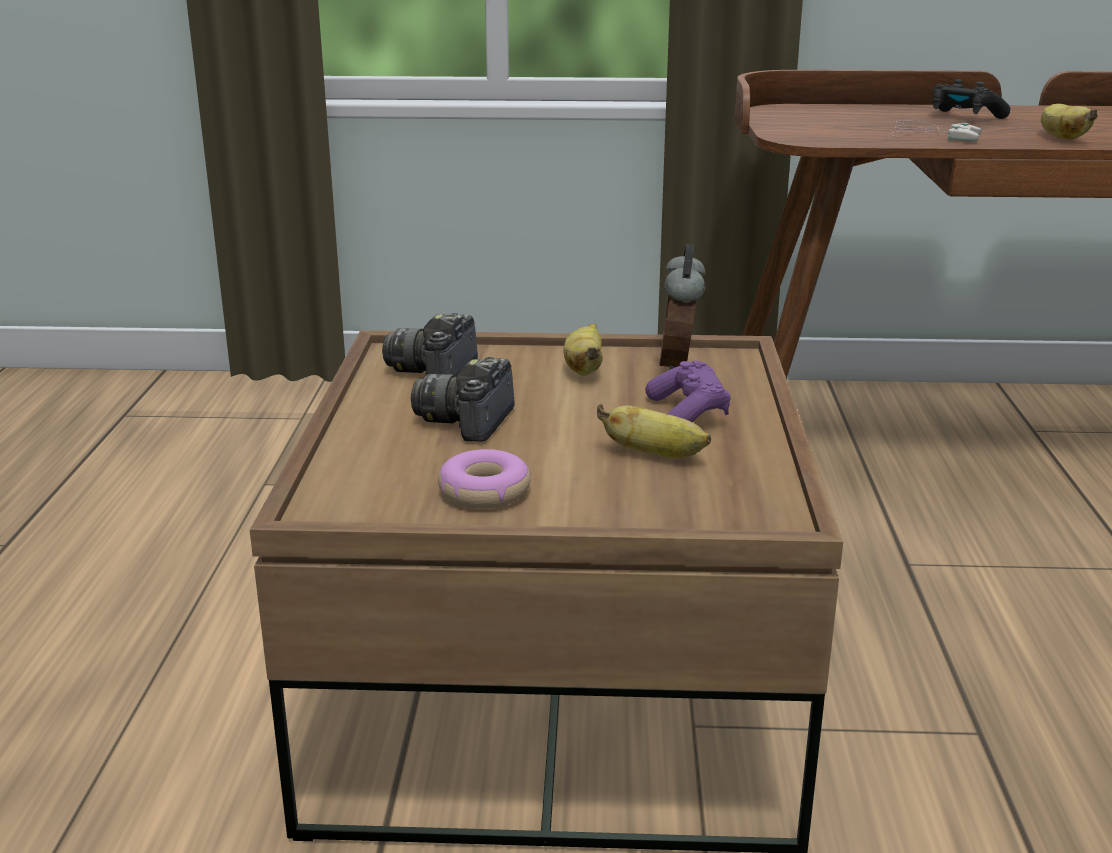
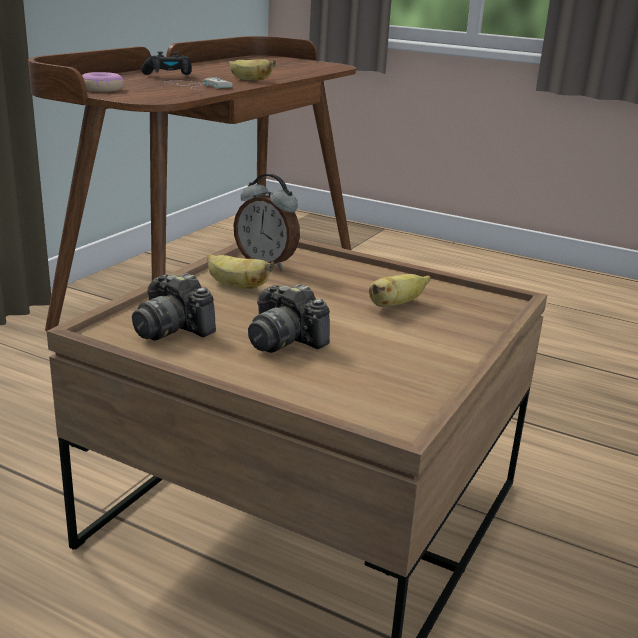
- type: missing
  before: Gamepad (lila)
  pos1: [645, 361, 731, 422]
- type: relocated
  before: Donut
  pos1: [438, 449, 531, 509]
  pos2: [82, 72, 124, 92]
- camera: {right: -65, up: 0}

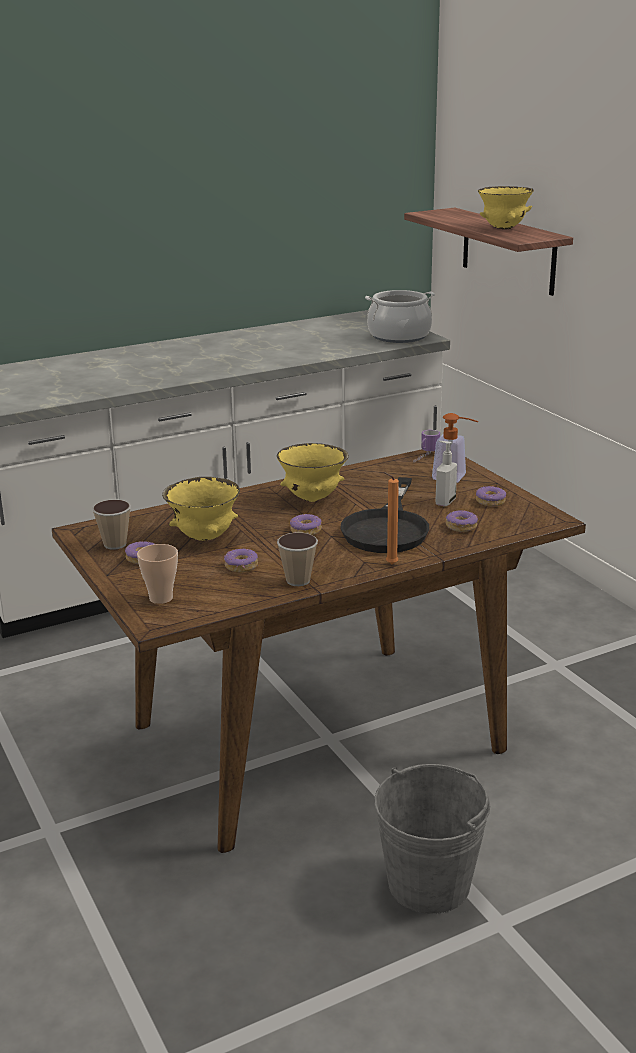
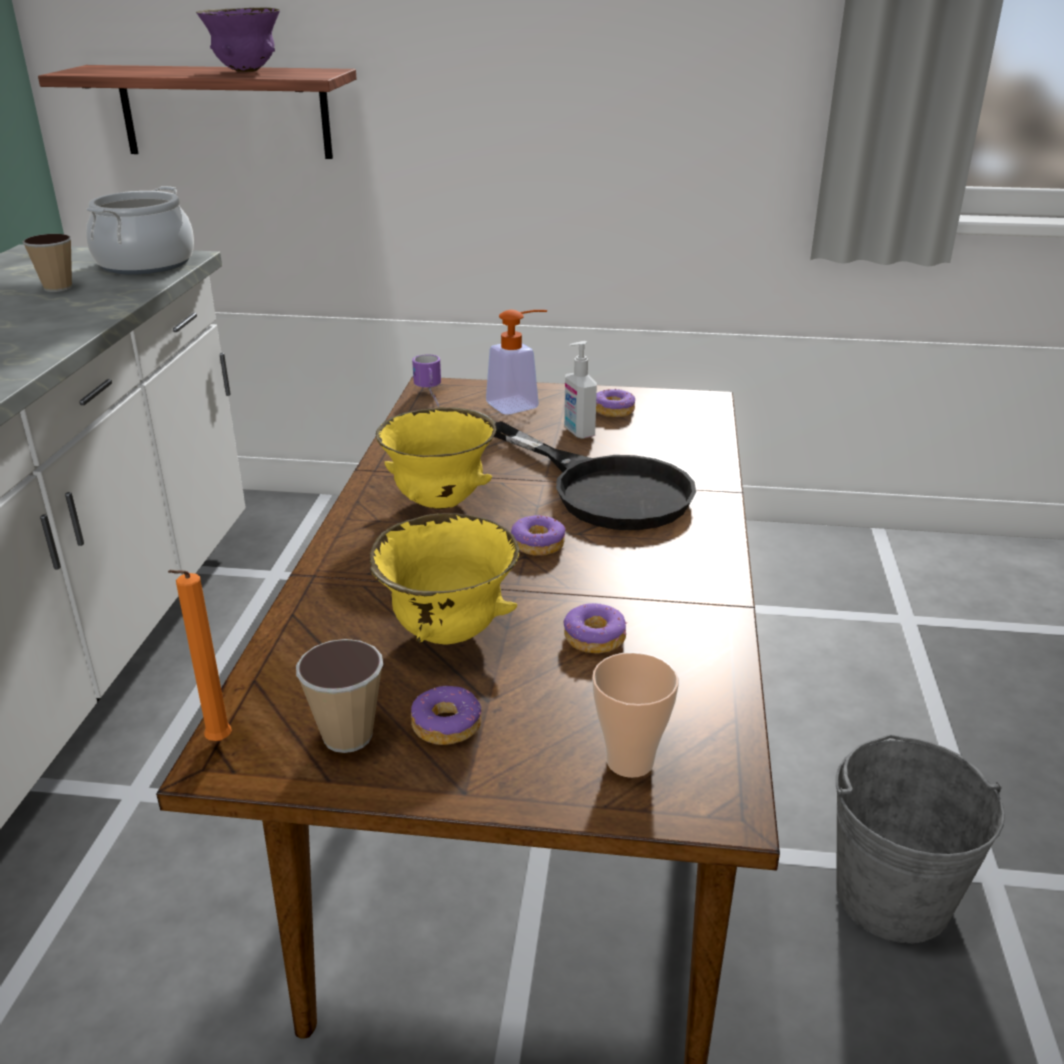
- type: colour
  before: Schüssel (gelb)
  after: Schüssel (lila)
  pos1: [478, 186, 534, 230]
  pos2: [196, 7, 280, 72]
- type: relocated
  before: Kerze (orange)
  pos1: [383, 472, 399, 564]
  pos2: [168, 570, 232, 741]
- type: missing
  before: Donut
  pos1: [446, 510, 478, 532]
- type: relocated
  before: Tasse
  pos1: [277, 532, 318, 586]
  pos2: [23, 234, 72, 292]
- camera: {right: -55, up: 5}

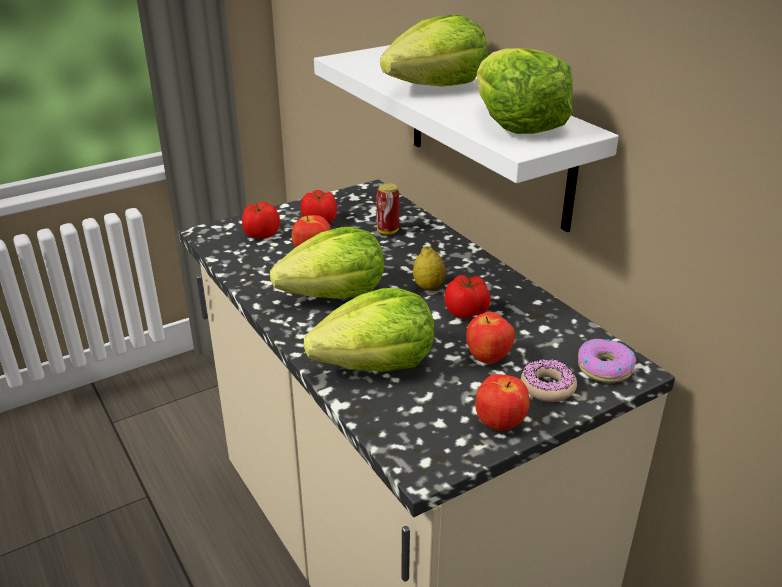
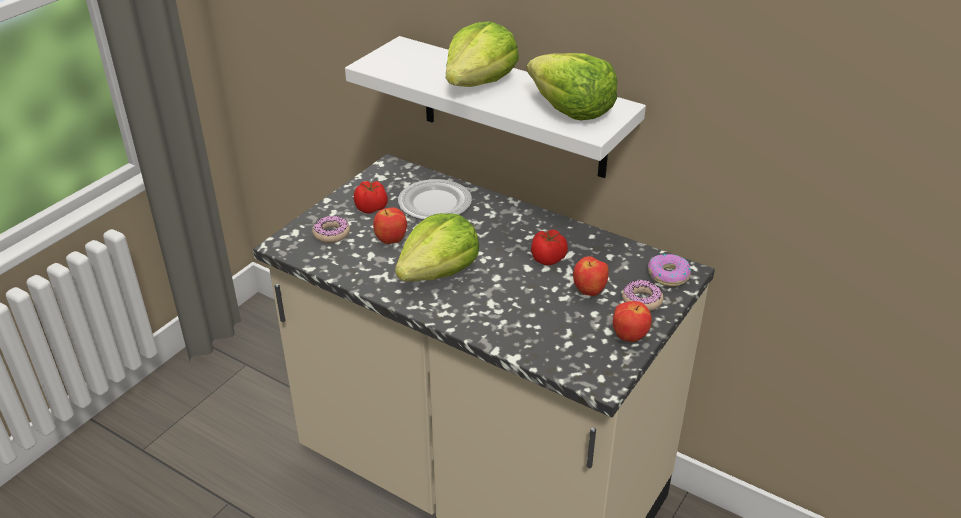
- type: exchanged
  before: Dose
  after: Teller
  pos1: [376, 183, 399, 235]
  pos2: [398, 179, 472, 220]
- type: exchanged
  before: Tomate
  after: Donut
  pos1: [242, 202, 280, 239]
  pos2: [312, 216, 350, 243]
- type: missing
  before: Zitrone
  pos1: [413, 246, 446, 291]
- type: missing
  before: Salatkopf
  pos1: [304, 288, 434, 372]
- camera: {right: -25, up: 5}

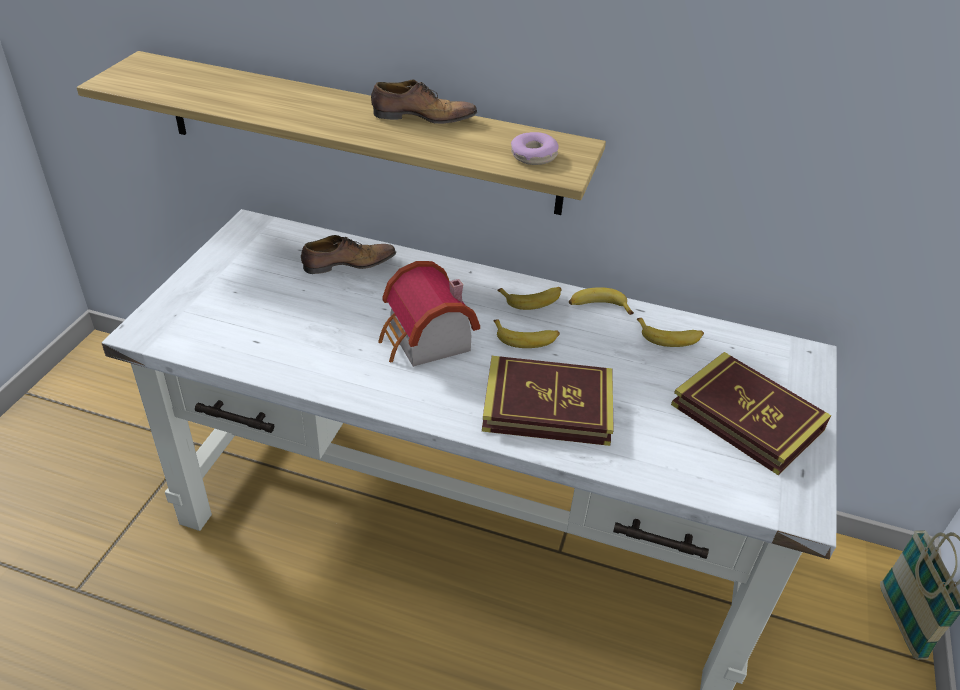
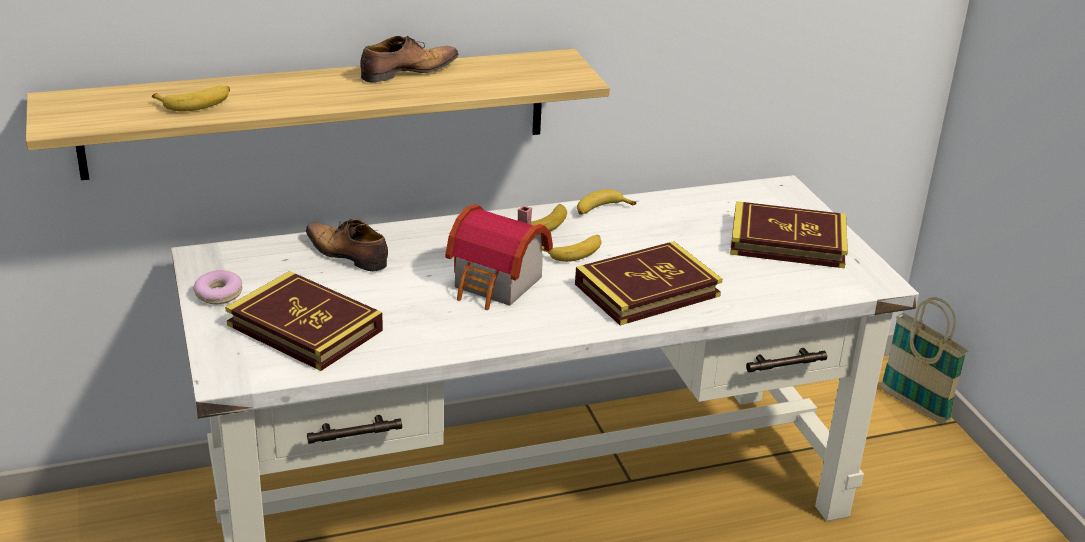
- type: relocated
  before: Donut
  pos1: [511, 132, 558, 165]
  pos2: [193, 270, 243, 304]
- type: spun
  before: Schuh
  pos1: [301, 235, 396, 274]
  pos2: [306, 219, 388, 272]
  turn: -90
- type: relocated
  before: Banane
  pos1: [637, 318, 704, 347]
  pos2: [152, 86, 230, 111]
- type: appeared
  after: Buch
  pos2: [225, 271, 383, 371]
- camera: {right: -35, up: -10}

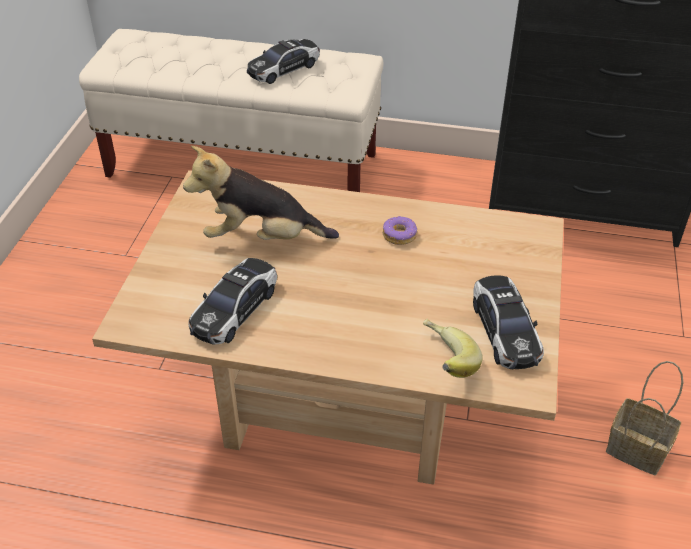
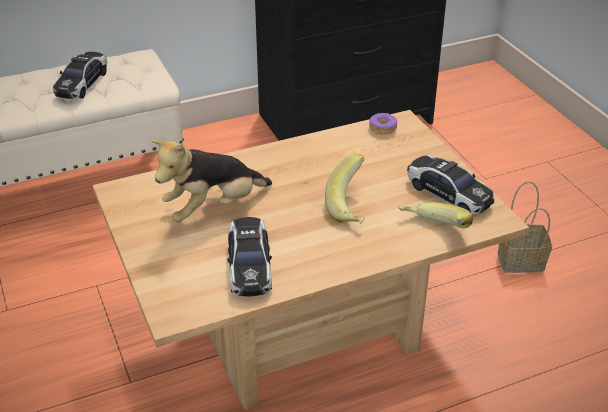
- type: relocated
  before: Donut
  pos1: [383, 216, 417, 245]
  pos2: [369, 113, 398, 134]
- type: appeared
  after: Banane
  pos2: [325, 154, 365, 224]
- camera: {right: -35, up: -5}

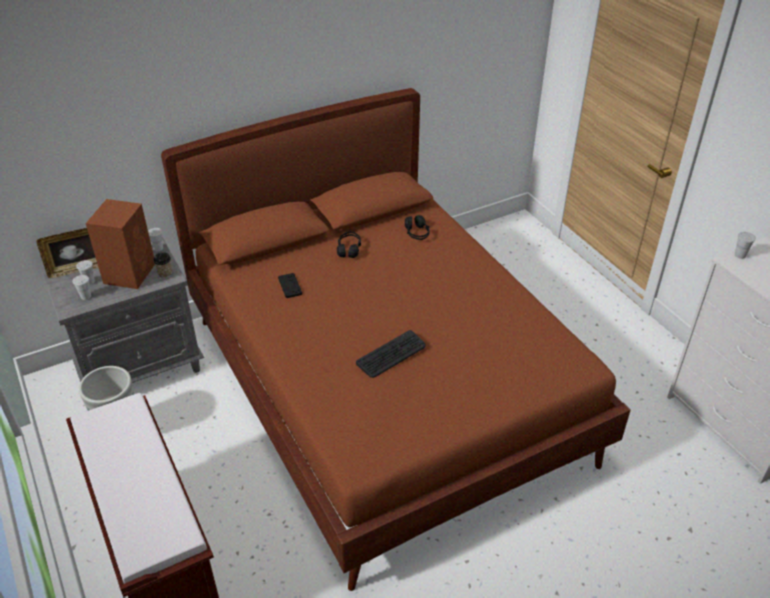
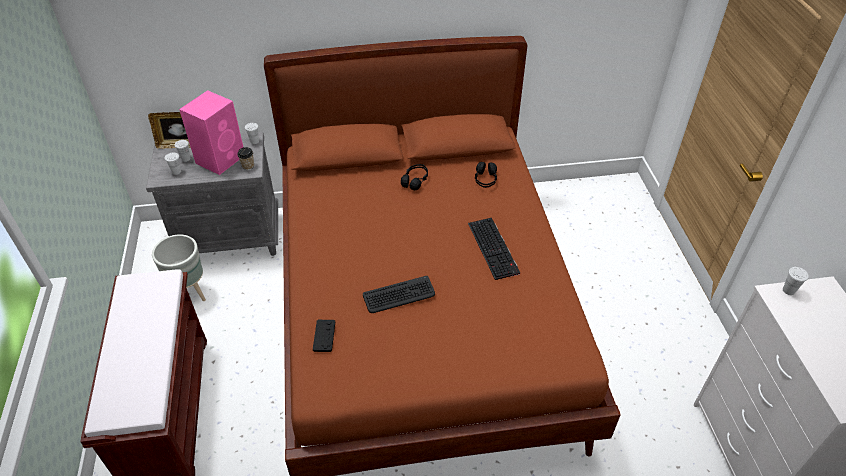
- type: colour
  before: Lautsprecher (braun)
  after: Lautsprecher (rosa)
  pos1: [86, 199, 155, 289]
  pos2: [179, 90, 243, 175]
- type: relocated
  before: Gamepad (schwarz)
  pos1: [278, 273, 302, 298]
  pos2: [313, 320, 335, 352]
- type: appeared
  after: Tastatur
  pos2: [468, 218, 520, 280]
- camera: {right: 20, up: 5}

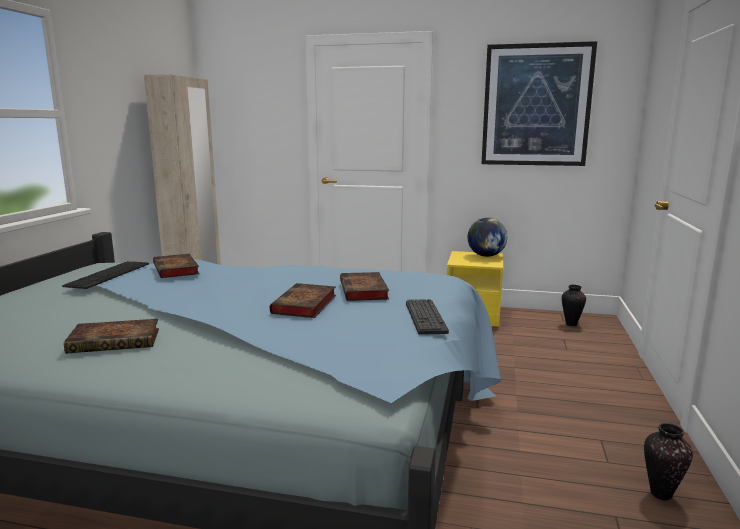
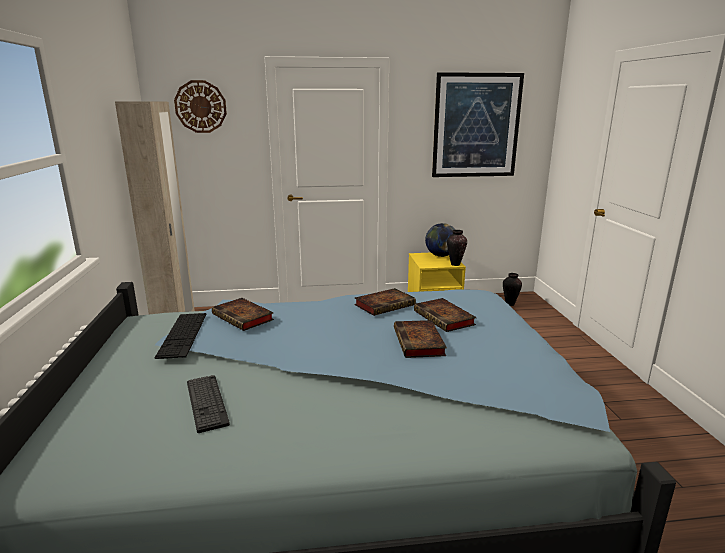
- type: relocated
  before: Tastatur
  pos1: [406, 299, 449, 335]
  pos2: [187, 375, 230, 433]
- type: relocated
  before: Buch
  pos1: [64, 319, 159, 354]
  pos2: [354, 288, 416, 316]
- type: relocated
  before: Vase
  pos1: [644, 423, 693, 500]
  pos2: [447, 230, 467, 266]
- type: appeared
  after: Wanduhr
  pos2: [174, 80, 227, 133]
- camera: {right: -20, up: 5}

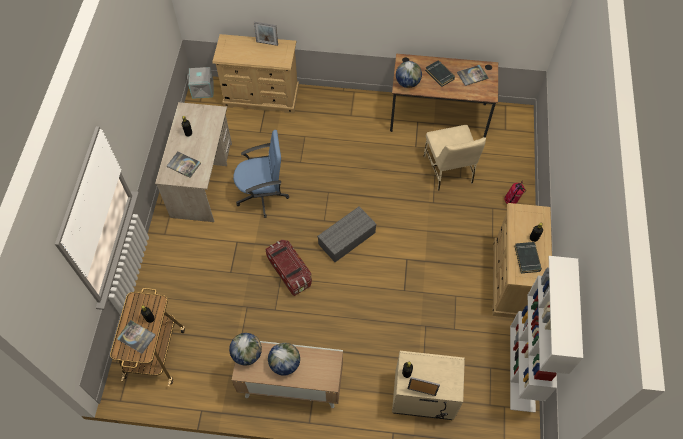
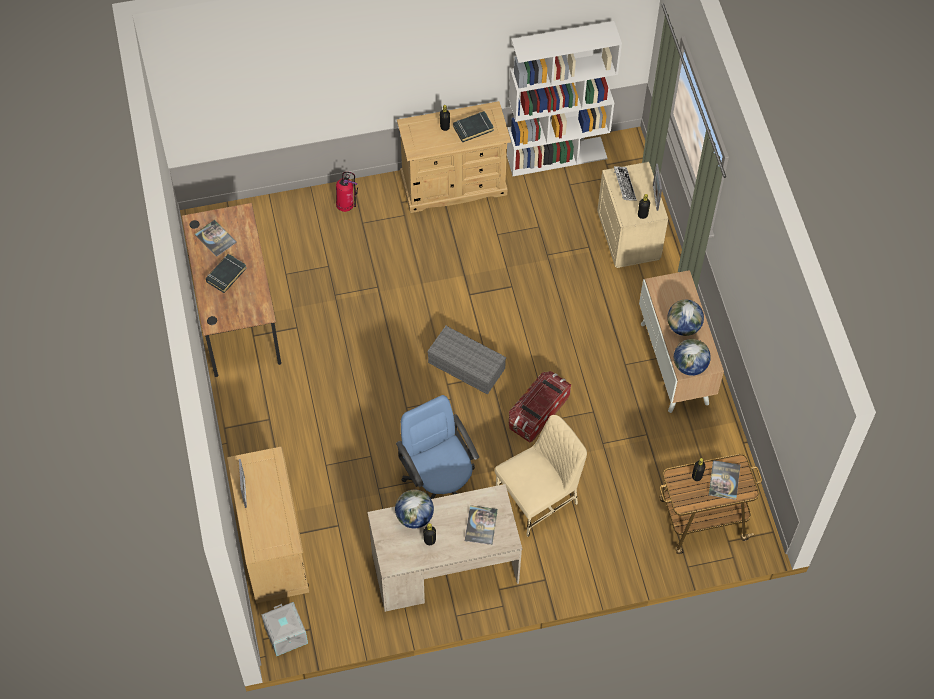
- type: relocated
  before: Globus
  pos1: [396, 61, 422, 88]
  pos2: [395, 490, 434, 529]
- type: relocated
  before: Stuhl (beige)
  pos1: [424, 125, 486, 191]
  pos2: [494, 415, 587, 537]
- type: appeared
  after: Tastatur
  pos2: [614, 166, 637, 201]
- camera: {right: -110, up: 0}

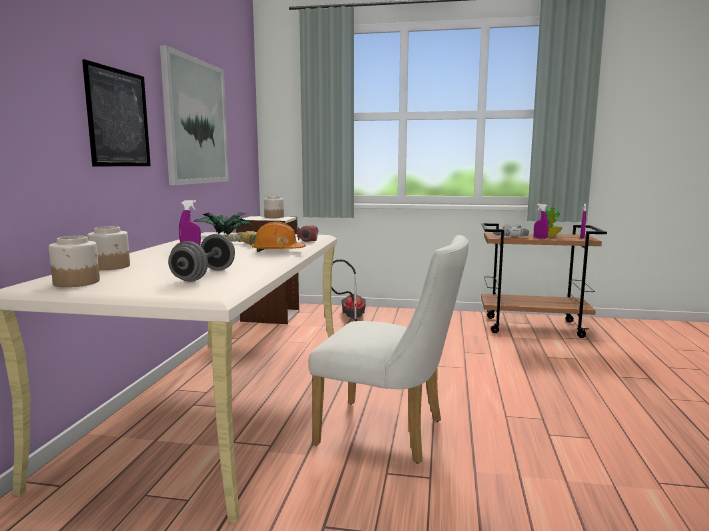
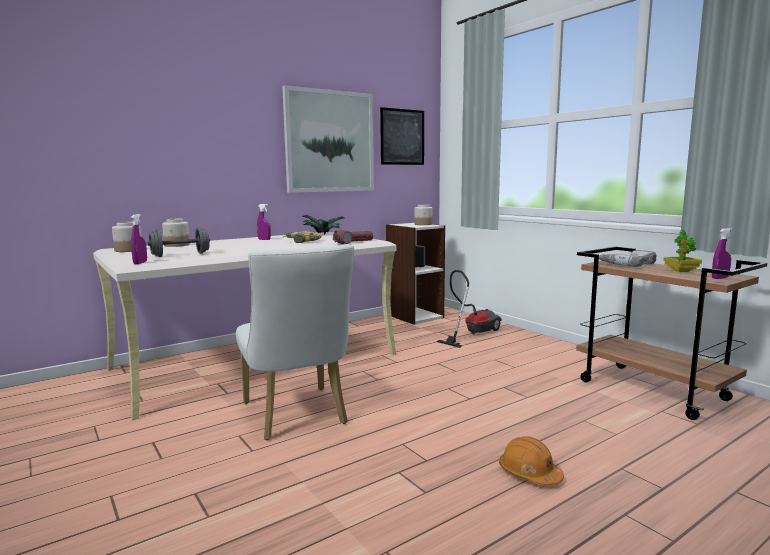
- type: relocated
  before: Bild
  pos1: [82, 59, 151, 166]
  pos2: [380, 107, 424, 165]
- type: relocated
  before: Sprühflasche (lila)
  pos1: [534, 204, 549, 239]
  pos2: [131, 214, 147, 264]
- type: relocated
  before: Schutzhelm (orange)
  pos1: [252, 222, 306, 252]
  pos2: [499, 436, 564, 485]
- camera: {right: 45, up: 0}

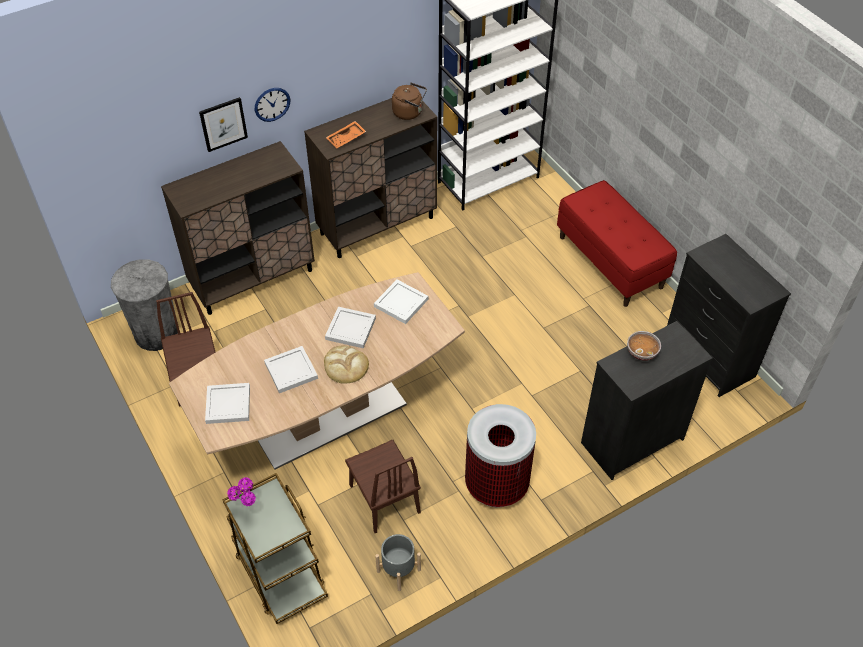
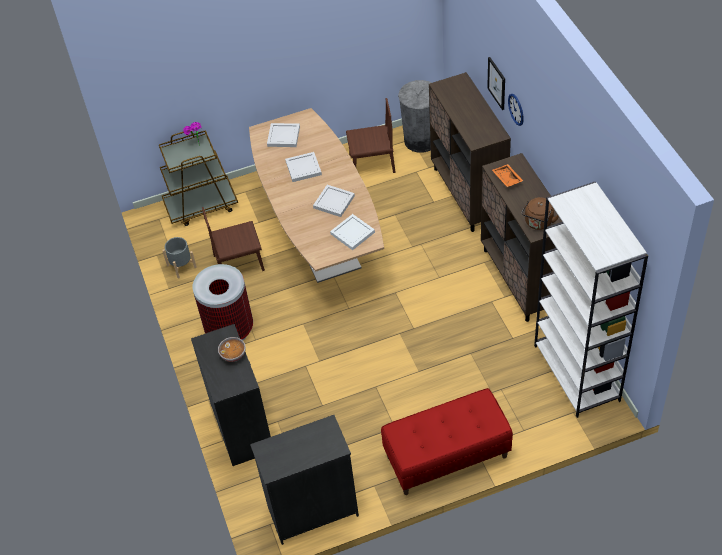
- type: missing
  before: Brot
  pos1: [324, 346, 369, 384]
- camera: {right: 105, up: 0}

